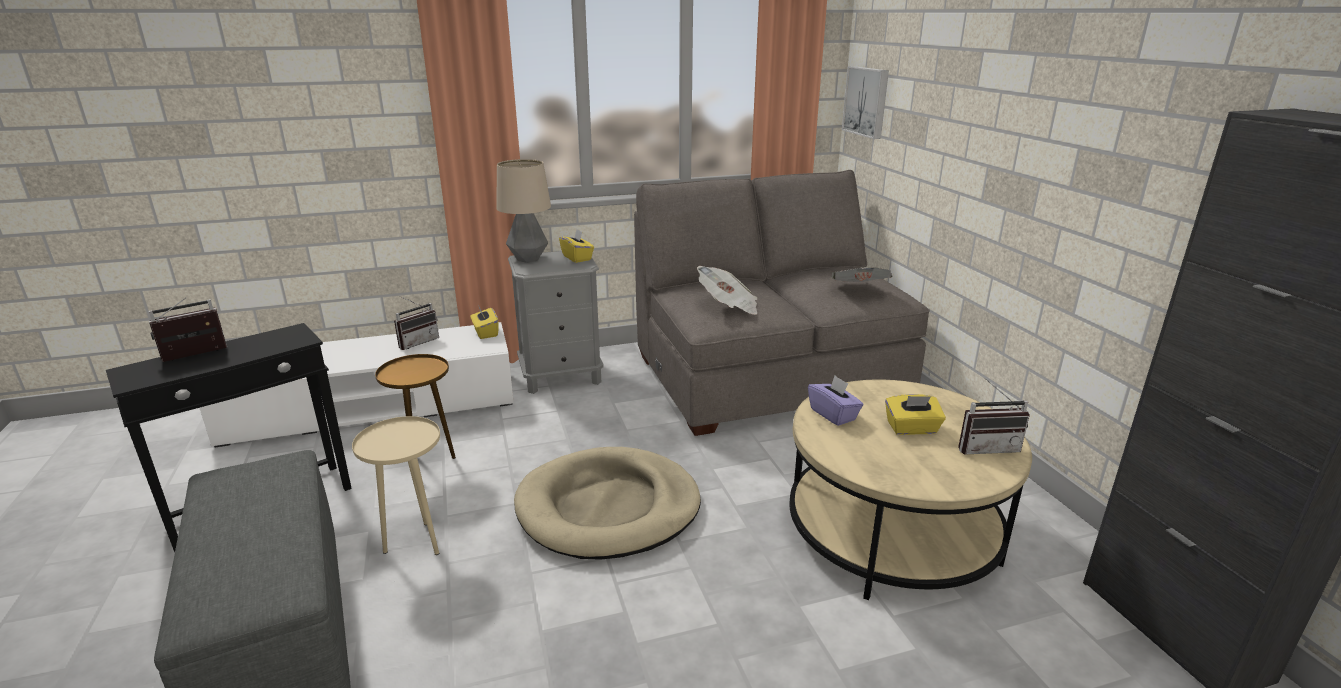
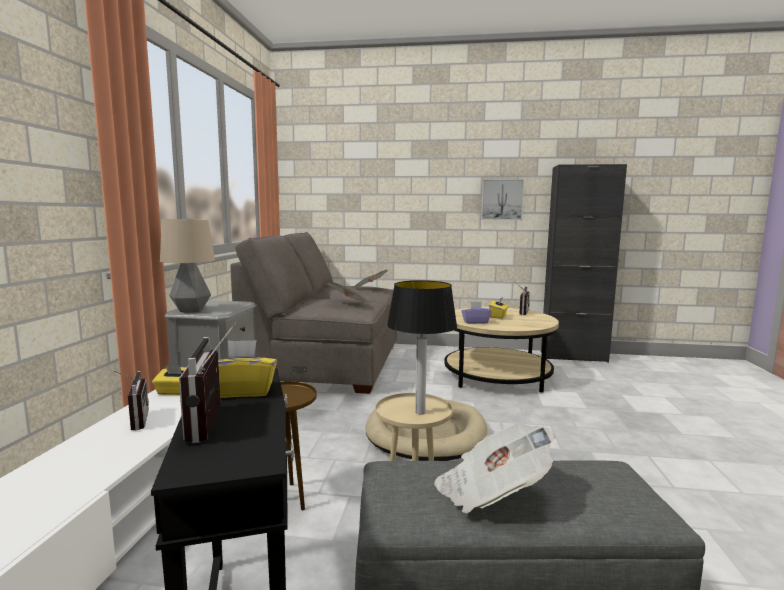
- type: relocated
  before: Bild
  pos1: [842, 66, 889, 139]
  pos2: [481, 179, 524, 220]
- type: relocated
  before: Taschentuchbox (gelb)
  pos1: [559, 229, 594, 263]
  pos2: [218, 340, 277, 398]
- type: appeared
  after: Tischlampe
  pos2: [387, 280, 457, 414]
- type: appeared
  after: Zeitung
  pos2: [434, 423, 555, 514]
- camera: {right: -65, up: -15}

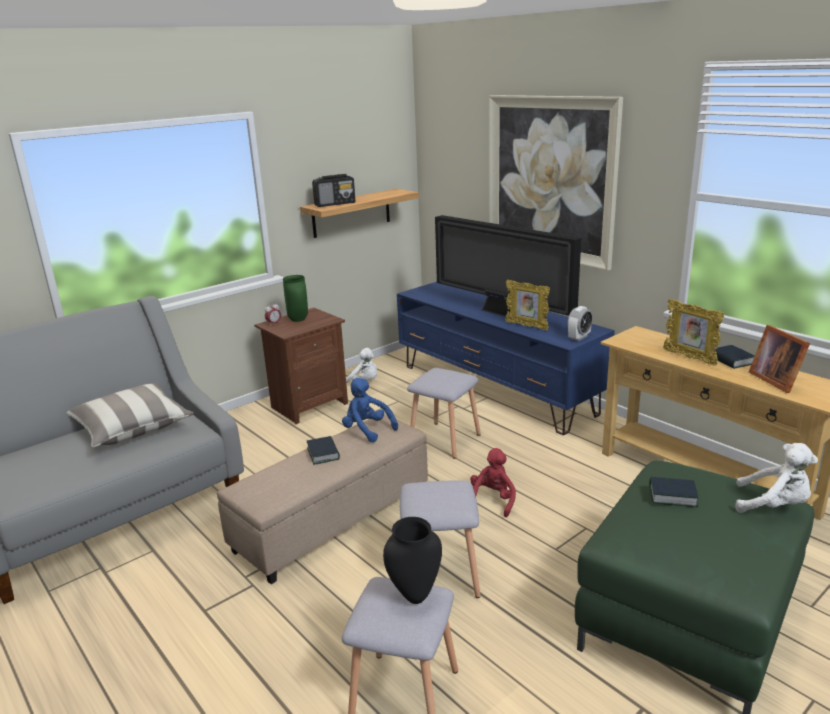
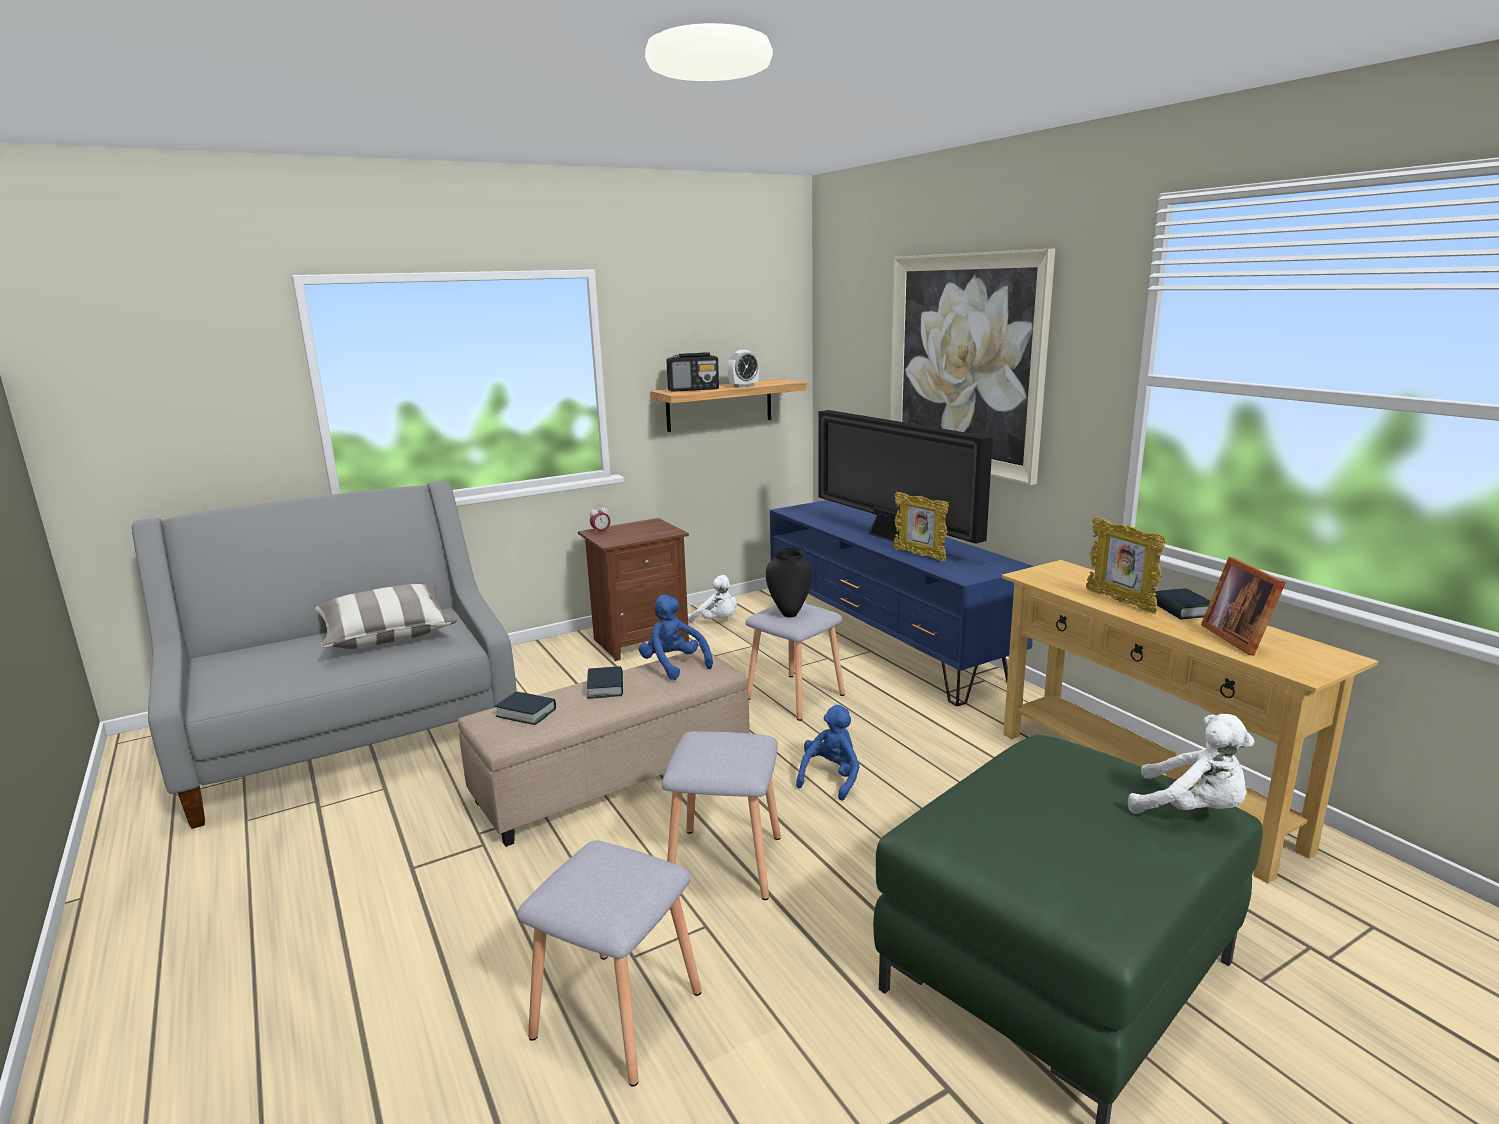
- type: missing
  before: Vase (grün)
  pos1: [283, 275, 308, 322]
- type: relocated
  before: Wecker
  pos1: [568, 306, 593, 341]
  pos2: [727, 350, 759, 388]
- type: colour
  before: Plüschtier (rot)
  after: Plüschtier (blau)
  pos1: [470, 448, 516, 517]
  pos2: [796, 705, 860, 801]
- type: relocated
  before: Buch
  pos1: [649, 477, 698, 507]
  pos2: [495, 691, 556, 725]
- type: relocated
  before: Vase (schwarz)
  pos1: [383, 517, 442, 604]
  pos2: [766, 547, 813, 617]
- camera: {right: 10, up: -5}

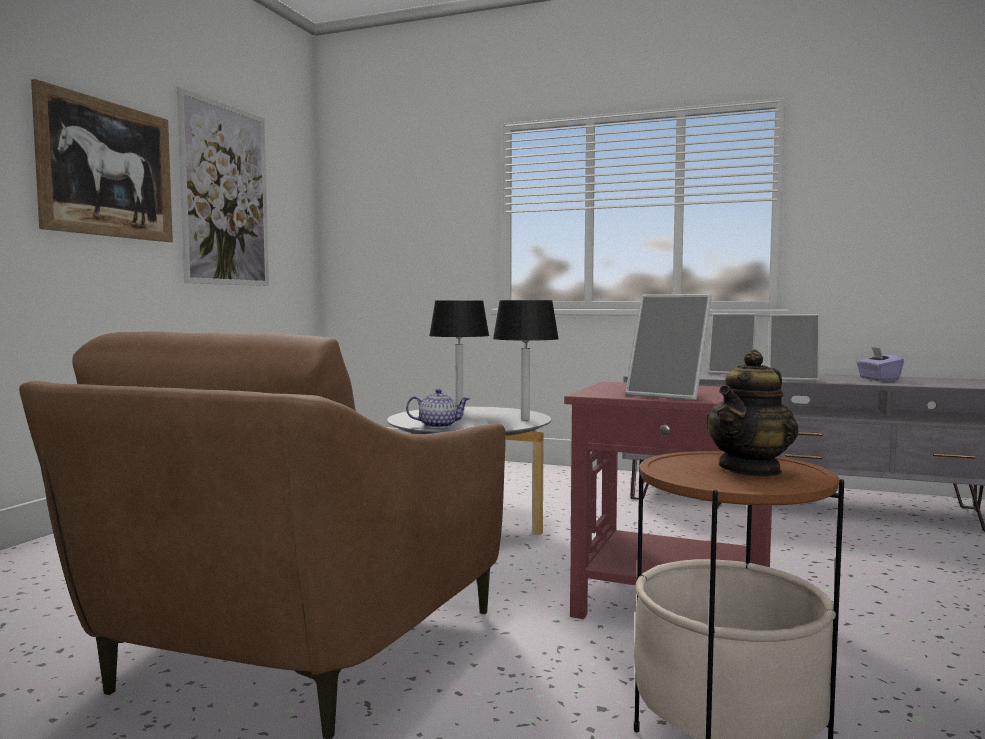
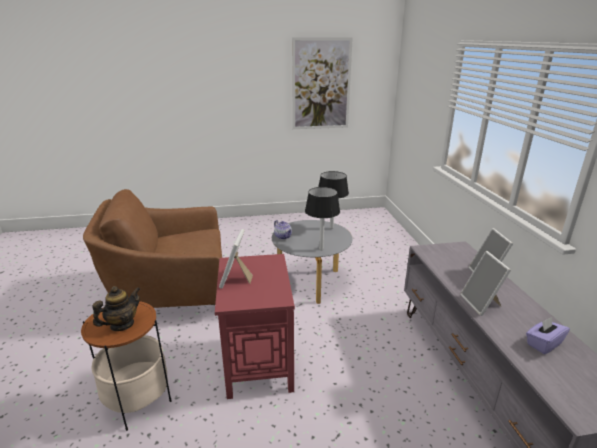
- type: missing
  before: Bild
  pos1: [31, 79, 173, 242]
- type: spun
  before: Teekanne
  pos1: [706, 349, 799, 477]
  pos2: [92, 286, 140, 331]
  turn: 120
- camera: {right: 60, up: 20}

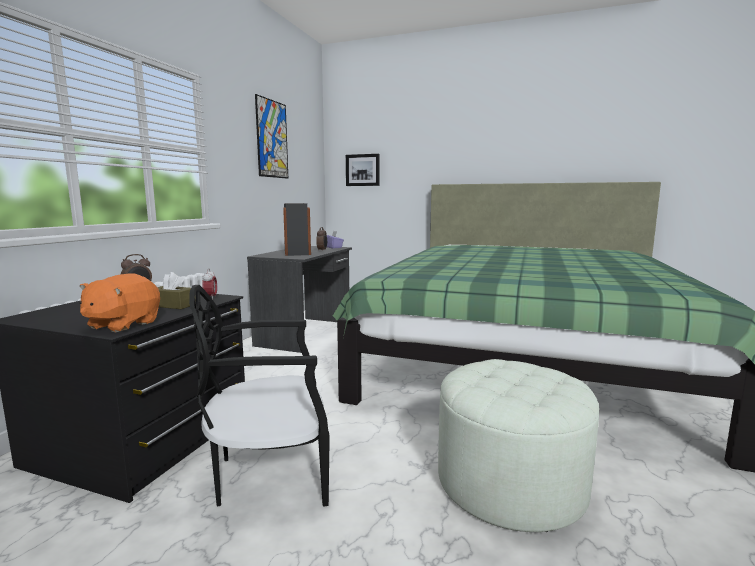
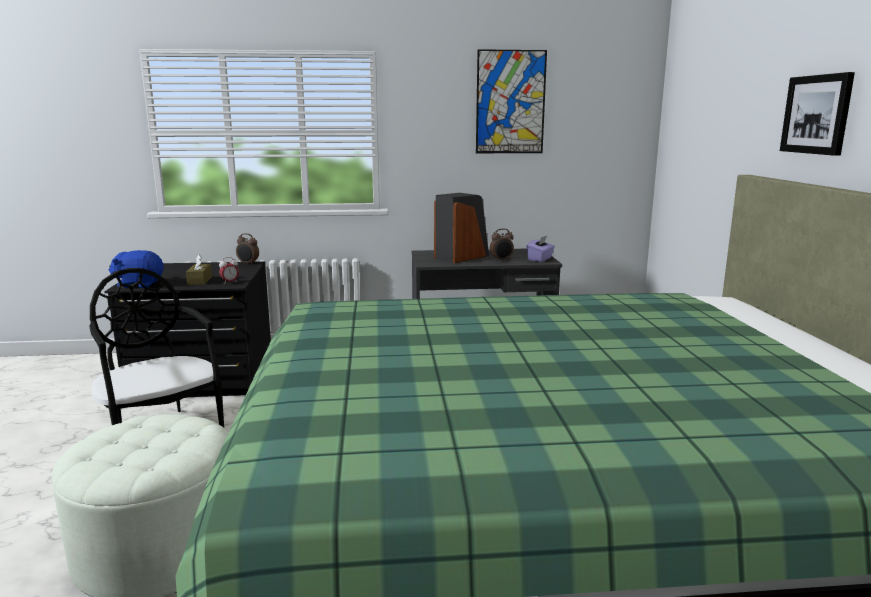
- type: relocated
  before: Bild
  pos1: [346, 154, 380, 186]
  pos2: [780, 72, 855, 156]
- type: colour
  before: Plüschtier (orange)
  after: Plüschtier (blau)
  pos1: [80, 274, 160, 332]
  pos2: [109, 250, 164, 288]
- camera: {right: 65, up: 5}

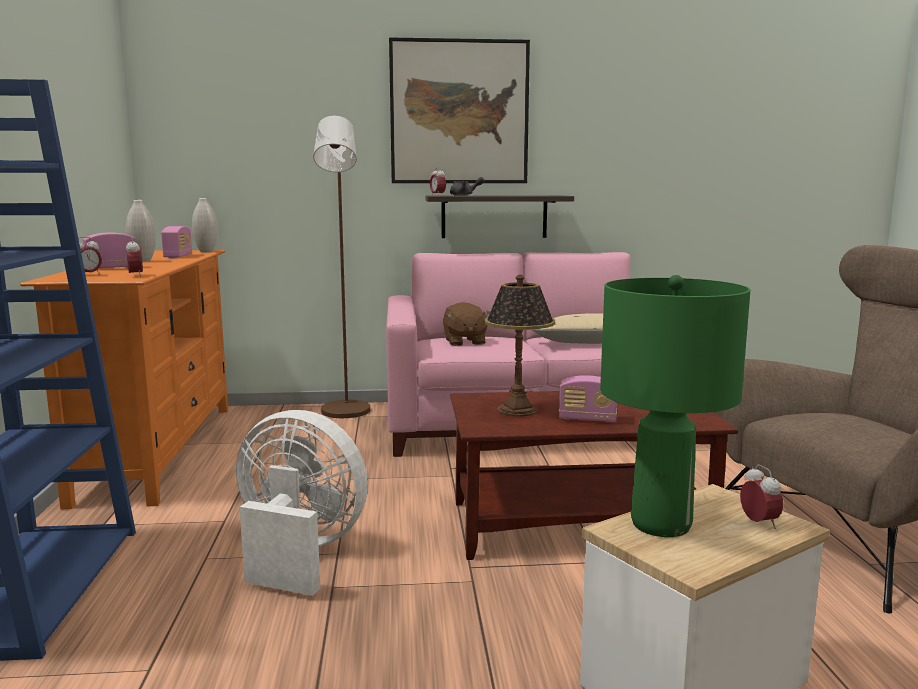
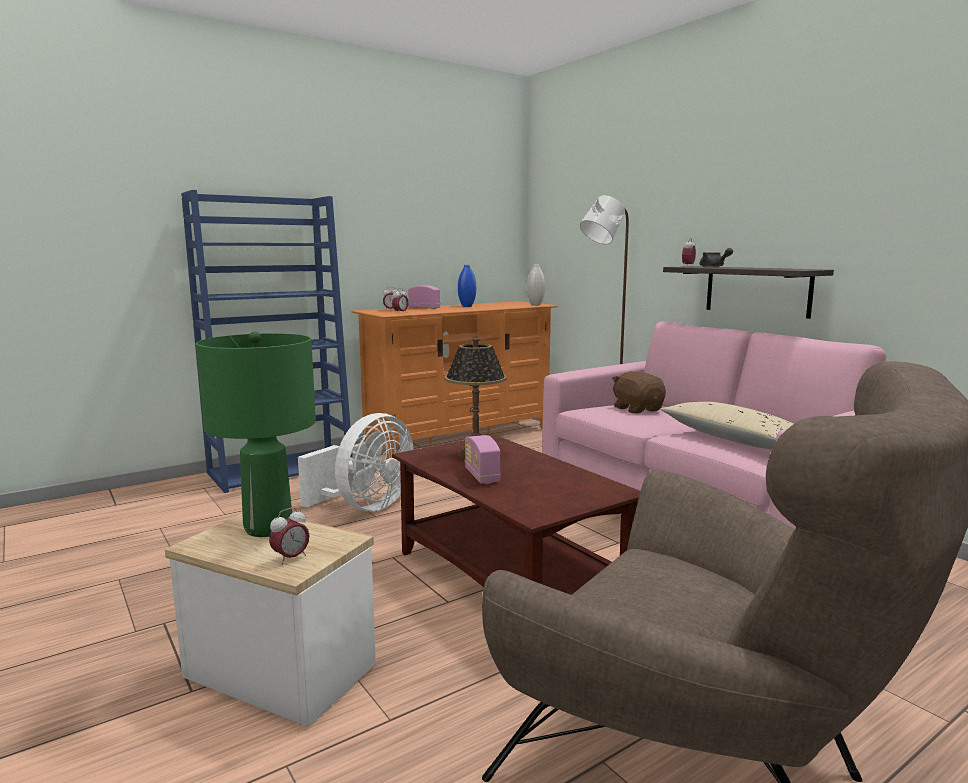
- type: missing
  before: Bild
  pos1: [389, 38, 530, 183]
- type: colour
  before: Vase (weiß)
  after: Vase (blau)
  pos1: [126, 200, 156, 262]
  pos2: [458, 265, 476, 307]
- type: missing
  before: Radio
  pos1: [161, 226, 192, 259]
- type: spun
  before: Plüschtier (braun)
  pos1: [443, 302, 490, 346]
  pos2: [612, 371, 666, 413]
  turn: 105
- type: spun
  before: Ventilator (weiß)
  pos1: [236, 410, 368, 596]
  pos2: [298, 413, 414, 512]
  turn: 45
- camera: {right: 60, up: 0}

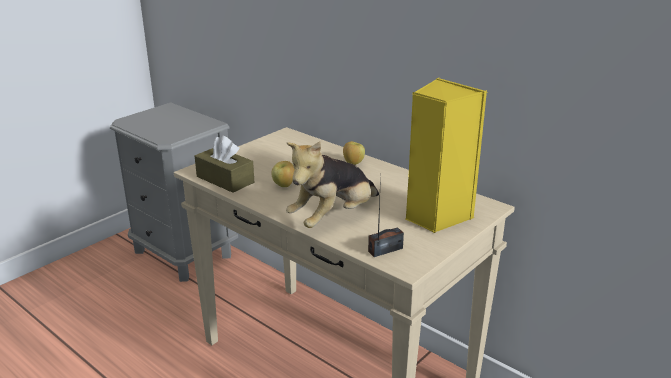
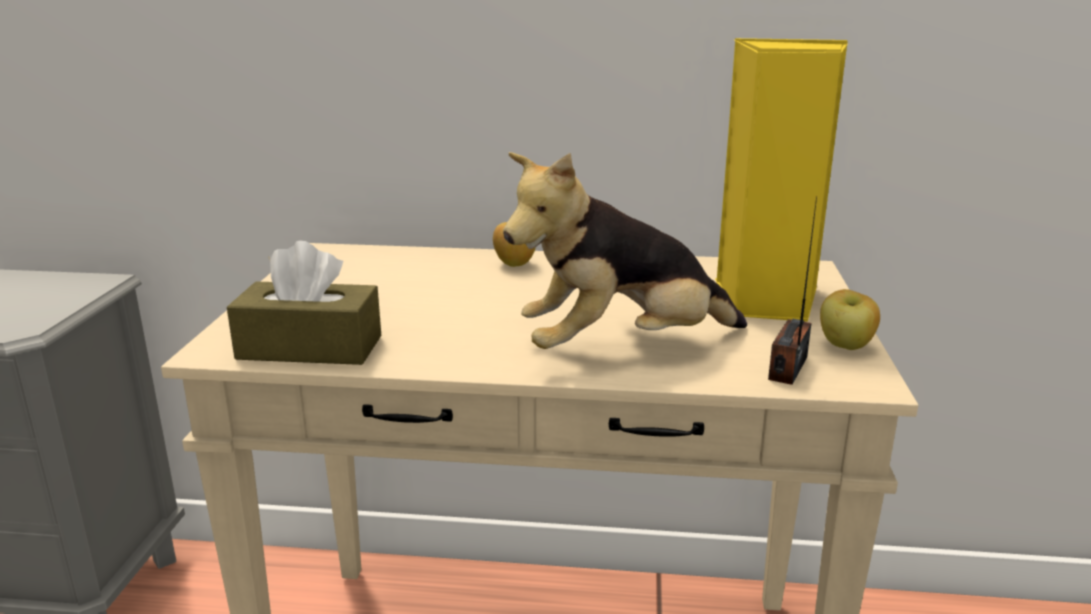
- type: spun
  before: Plüschtier
  pos1: [286, 142, 379, 228]
  pos2: [503, 152, 747, 349]
  turn: 60
- type: relocated
  before: Apfel
  pos1: [271, 161, 295, 187]
  pos2: [820, 289, 880, 350]
- camera: {right: -35, up: -5}

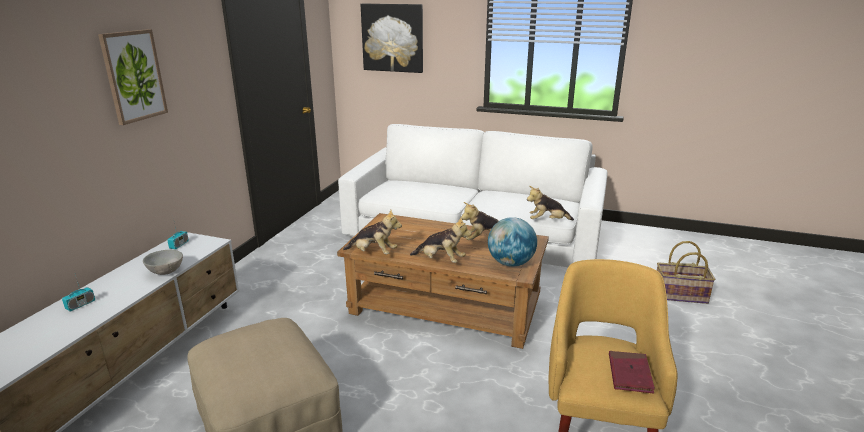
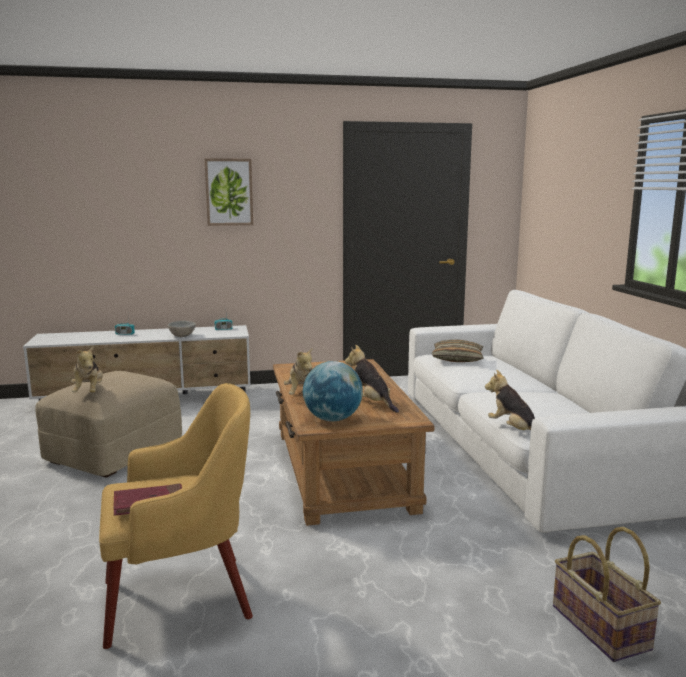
- type: missing
  before: Bild
  pos1: [361, 4, 423, 73]
- type: relocated
  before: Plüschtier
  pos1: [343, 210, 402, 254]
  pos2: [71, 346, 103, 392]
- type: appeared
  after: Kissen
  pos2: [432, 339, 484, 362]
- camera: {right: 60, up: -10}

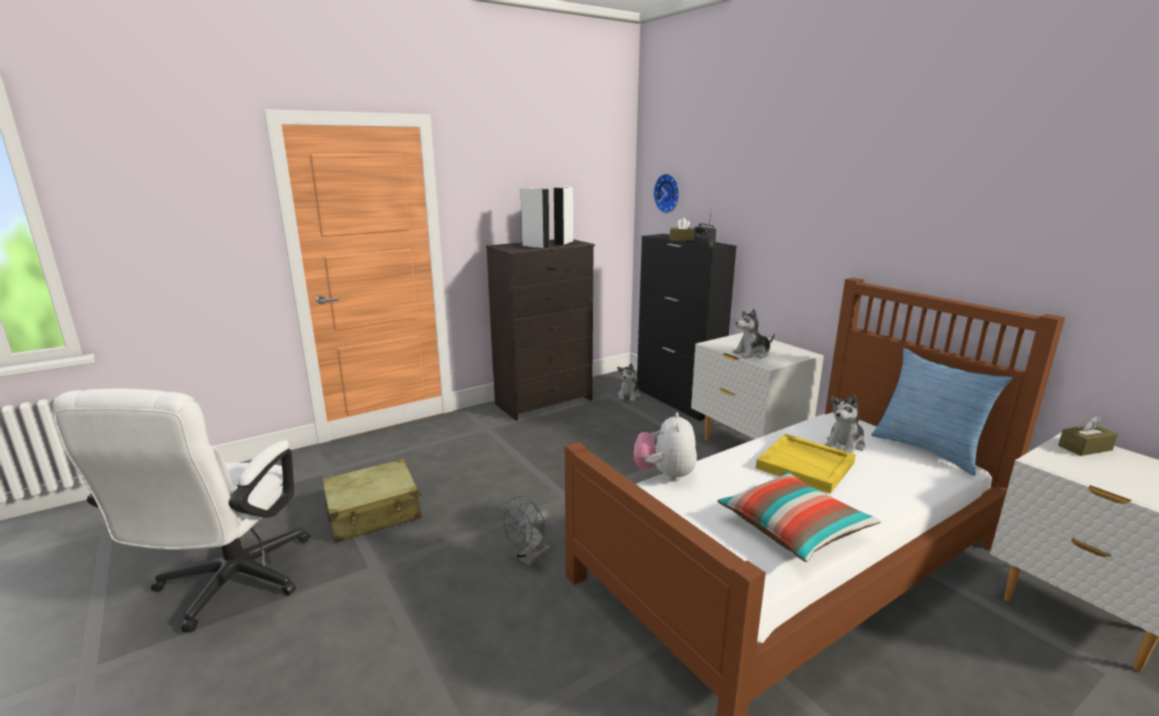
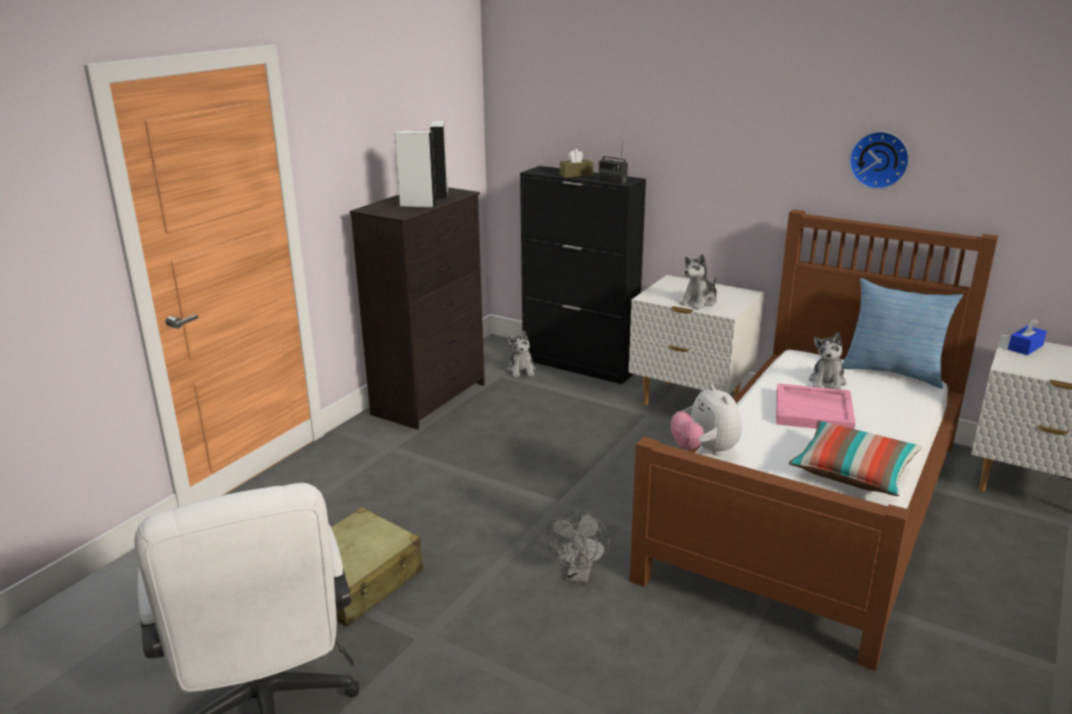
- type: relocated
  before: Wanduhr
  pos1: [653, 174, 679, 214]
  pos2: [849, 131, 909, 189]
- type: colour
  before: Taschentuchbox (braun)
  after: Taschentuchbox (blau)
  pos1: [1058, 415, 1118, 456]
  pos2: [1008, 319, 1047, 355]
- type: colour
  before: Tablett (gelb)
  after: Tablett (rosa)
  pos1: [756, 434, 856, 494]
  pos2: [776, 383, 855, 429]
- camera: {right: -25, up: 5}

